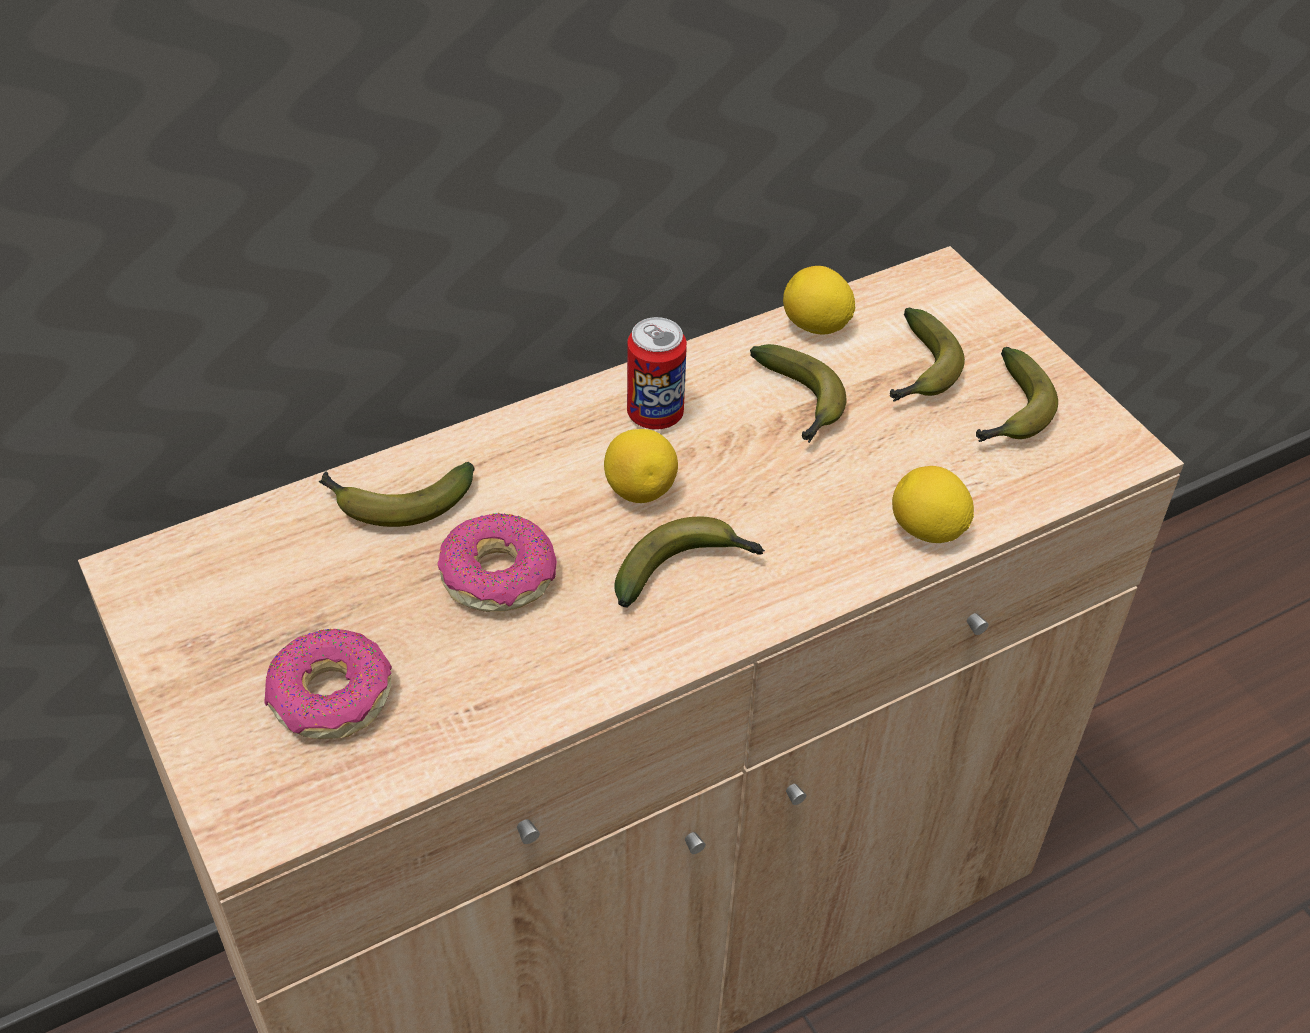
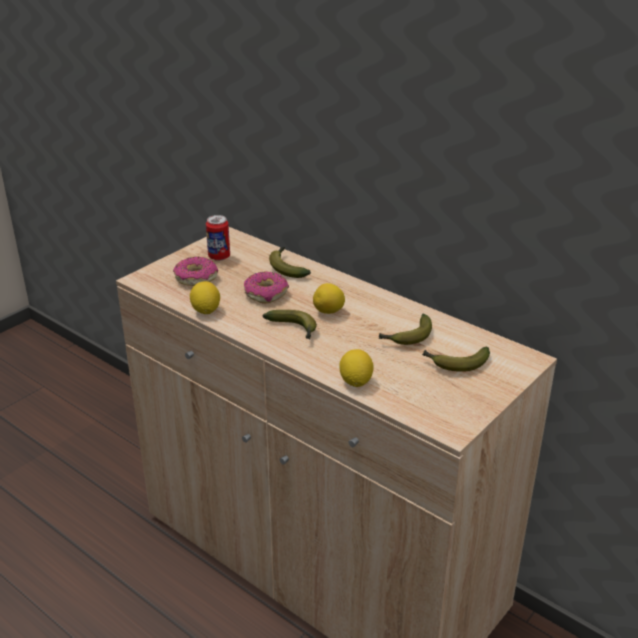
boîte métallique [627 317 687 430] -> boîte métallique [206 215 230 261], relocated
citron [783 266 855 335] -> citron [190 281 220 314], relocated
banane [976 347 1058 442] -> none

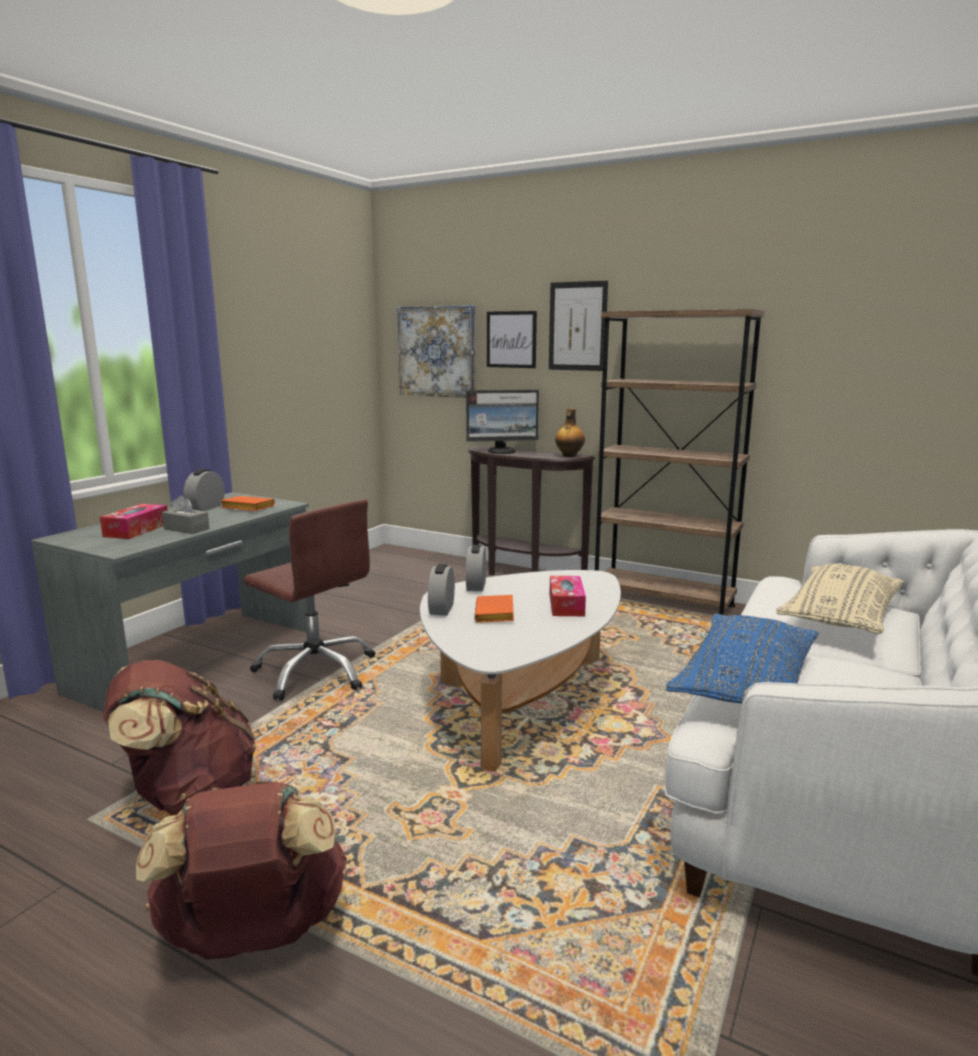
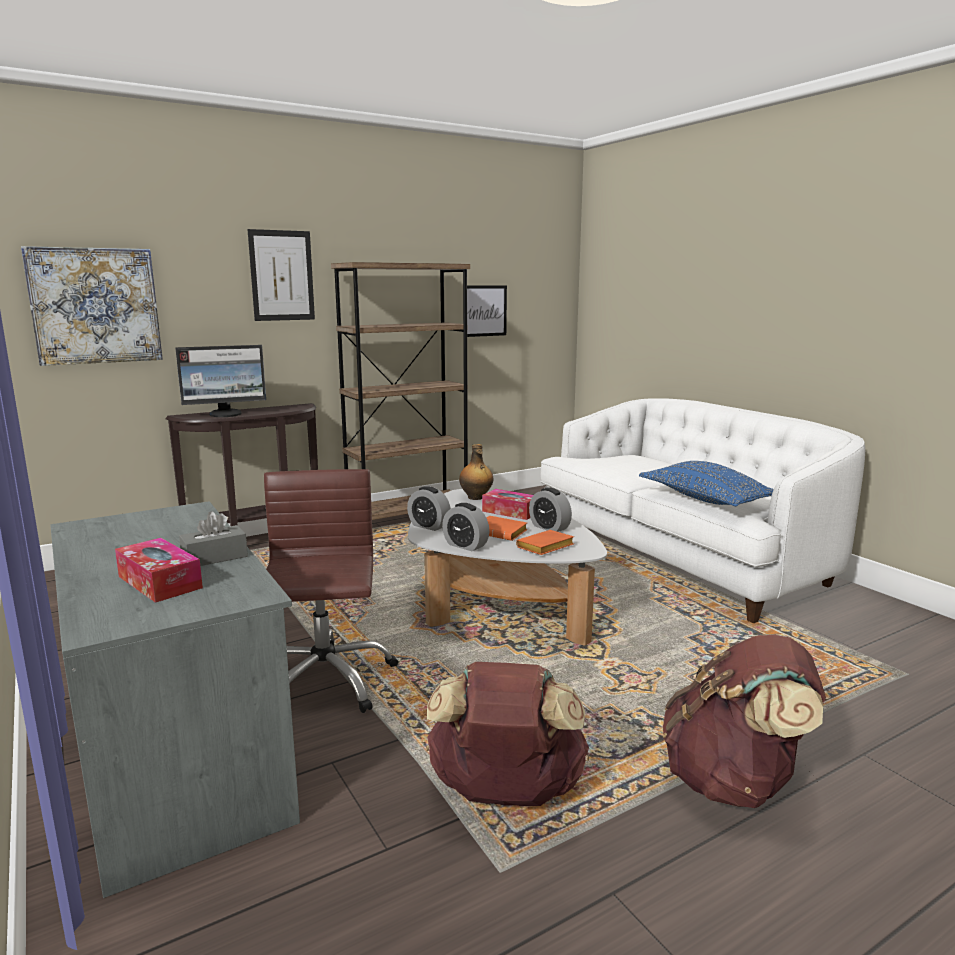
réveil [183 469 225 511] -> réveil [529 487 572 532], relocated
livre [orange] [220 496 275 511] -> livre [orange] [516 530 574 555], relocated
chaise de bureau [marron] [243 499 375 701] -> chaise de bureau [marron] [264 469 398 713], 75 degrees counterclockwise
écran d'ordinateur [466 390 539 454] -> écran d'ordinateur [175 345 266 417], 45 degrees clockwise
tableau [487 311 537 368] -> tableau [467 286 507 337], relocated
bouteille [555 408 585 457] -> bouteille [459 444 493 500], relocated
coussin [beige] [776 564 904 634] -> none

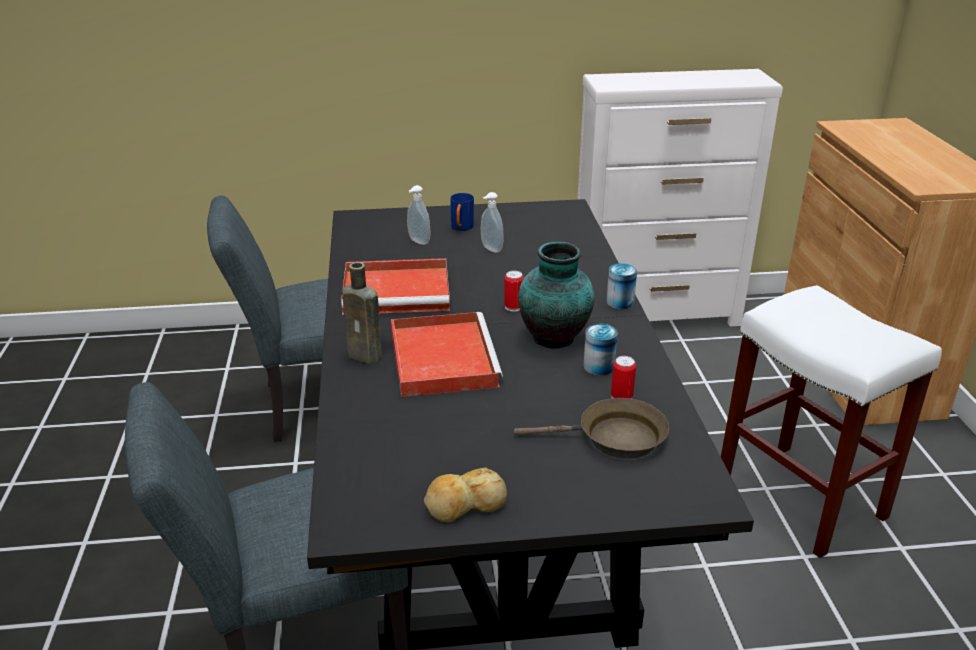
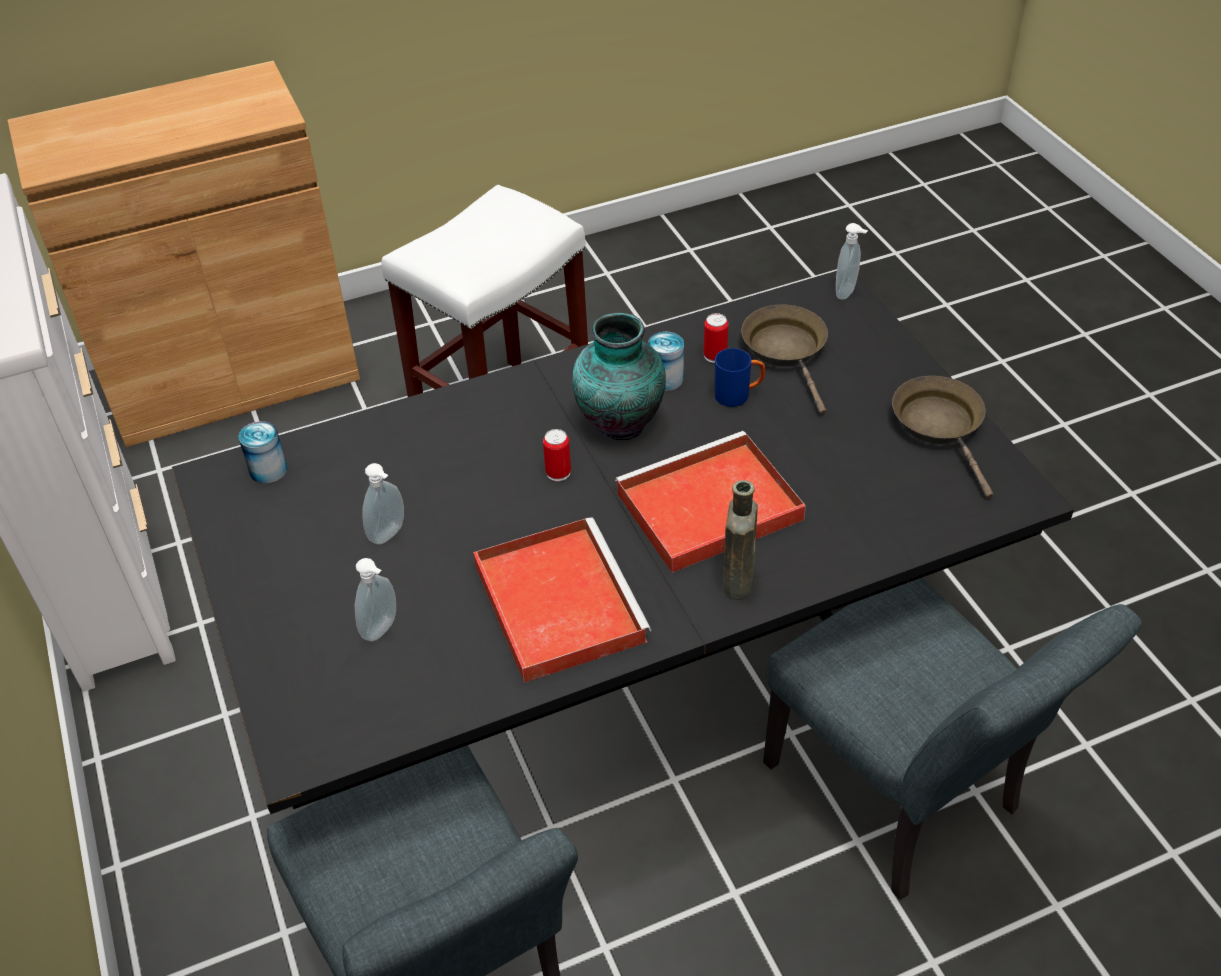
pain [424 467 507 523] -> poêle [marron] [892 376 994 498]
mug [bleu] [450 193 474 231] -> mug [bleu] [714 348 765 407], relocated
boîte métallique [606 263 637 309] -> boîte métallique [238 421 287 484], relocated
none -> distributeur de savon [836 223 868 300]

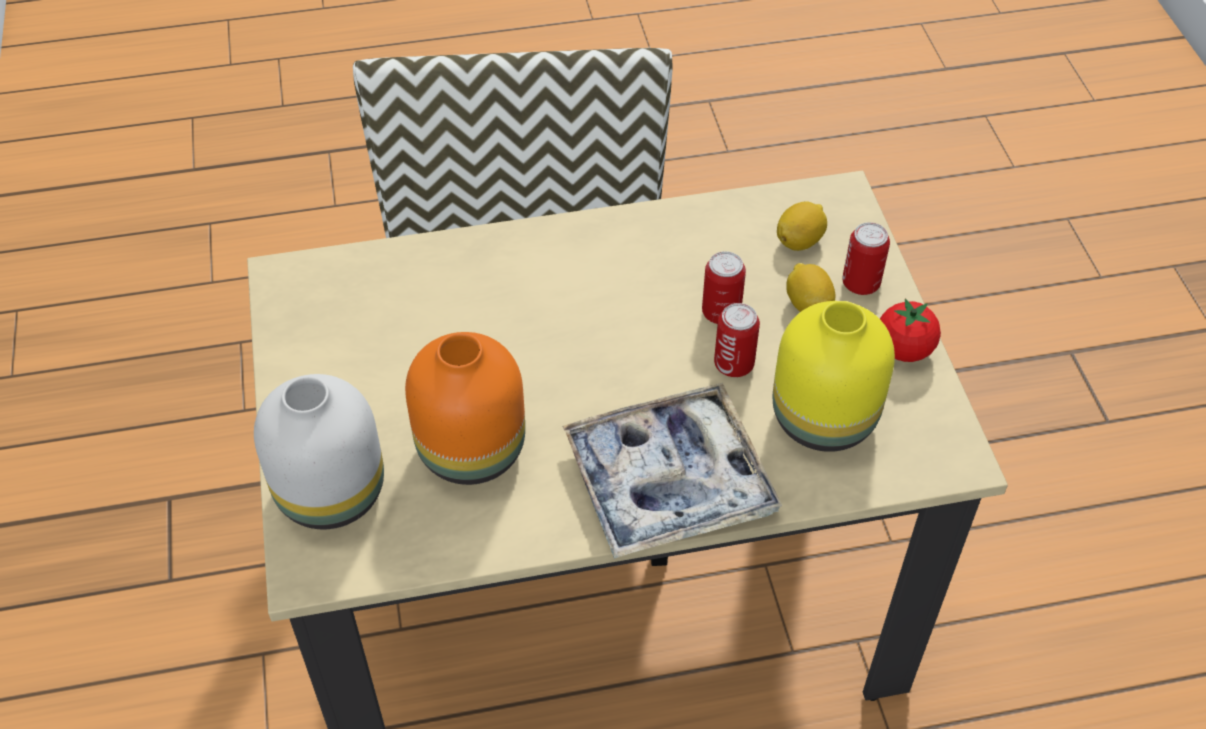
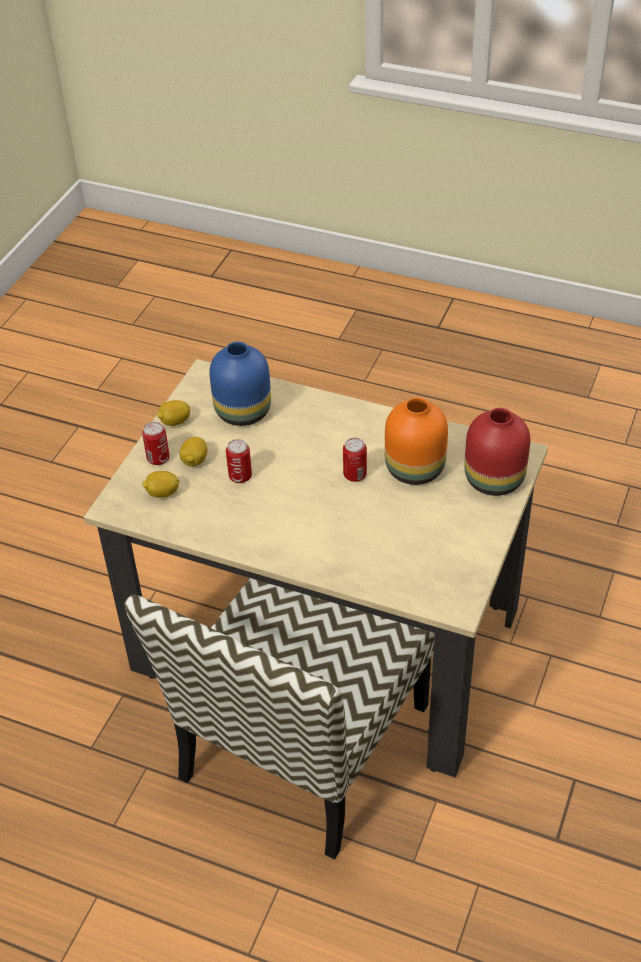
vase [blanc] [254 374 384 529] -> vase [rouge] [464 408 530 496]
plateau [562 383 782 559] -> none
boîte métallique [714 303 760 377] -> boîte métallique [343 438 367 482], relocated
vase [jaune] [773 301 895 452] -> vase [bleu] [209 342 271 426]
tomate [880 299 941 362] -> citron [157 400 190 426]

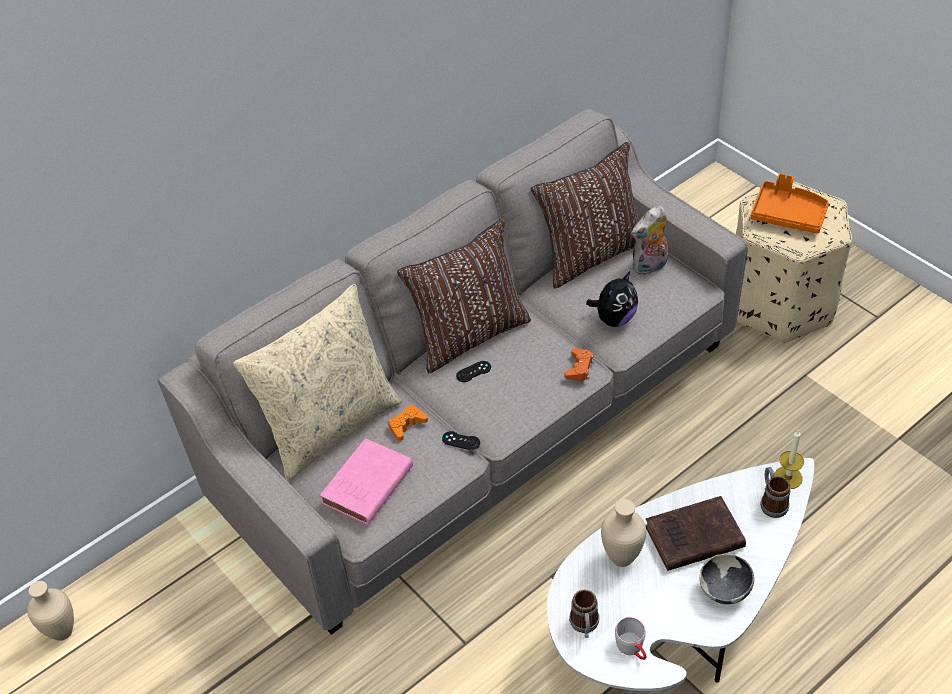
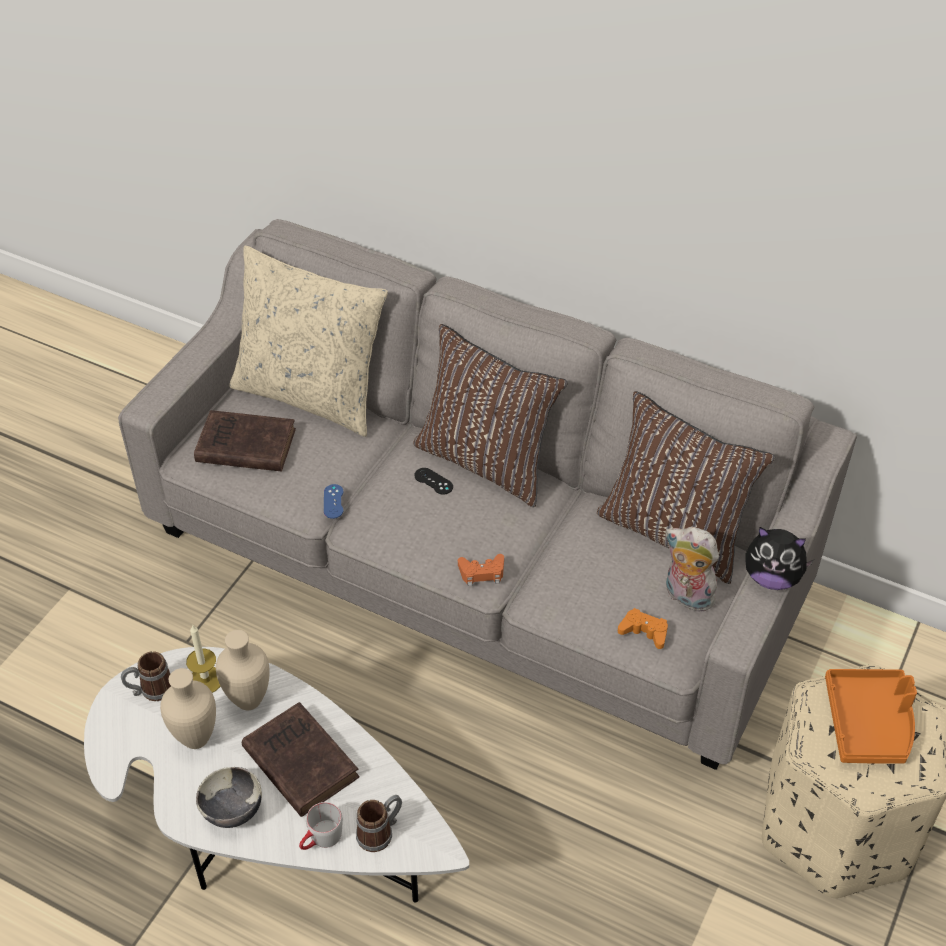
vase [beige] [27 581 74 641] -> vase [beige] [160 668 216 749], relocated
livre [rose] [319 438 413 525] -> livre [marron] [194 410 296 472]
manette [orange] [388 405 428 441] -> manette [orange] [618 608 668 649], relocated
manette [noir] [442 431 480 450] -> manette [bleu] [324 484 343 519]
peluche [586 271 638 327] -> peluche [745 527 814 590], relocated
mug [gris] [615 617 647 660] -> mug [gris] [299 802 343 850], relocated
bougie [774 430 804 489] -> bougie [186 624 220 693], relocated

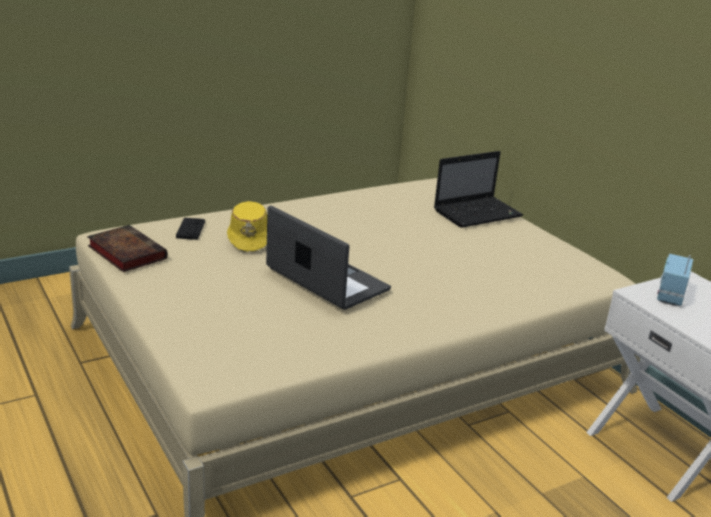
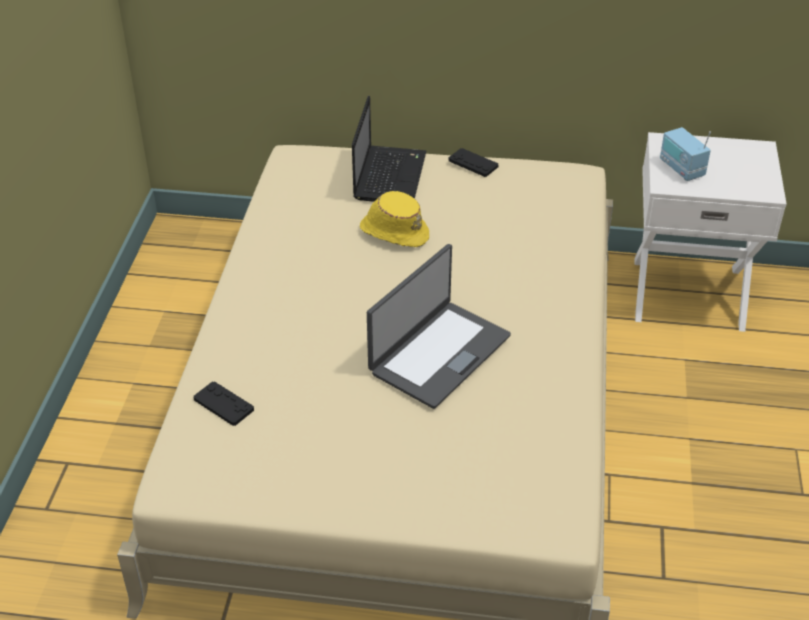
livre [87 225 168 272] -> none
chapeau [jaune] [227 201 267 252] -> chapeau [jaune] [360 191 429 247], relocated
ordinateur portable [266 206 391 310] -> ordinateur portable [367 244 511 409], 135 degrees clockwise
none -> manette [noir] [448 148 499 177]

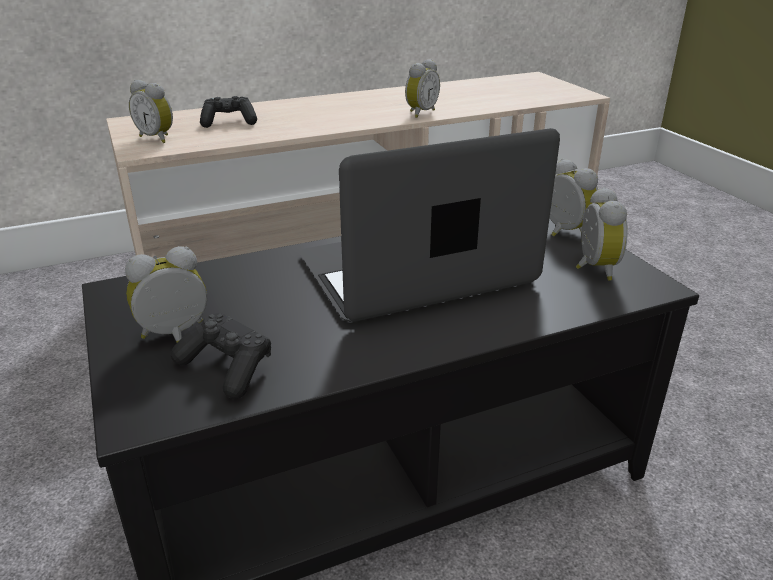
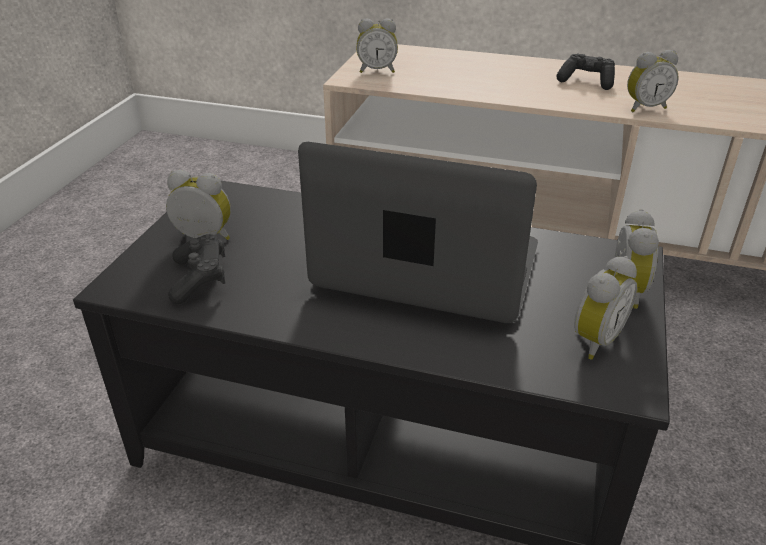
réveil [129 80 173 143] -> réveil [356 18 398 73], 75 degrees counterclockwise
manette [noir] [200 96 257 128] -> manette [noir] [557 54 615 90], relocated

